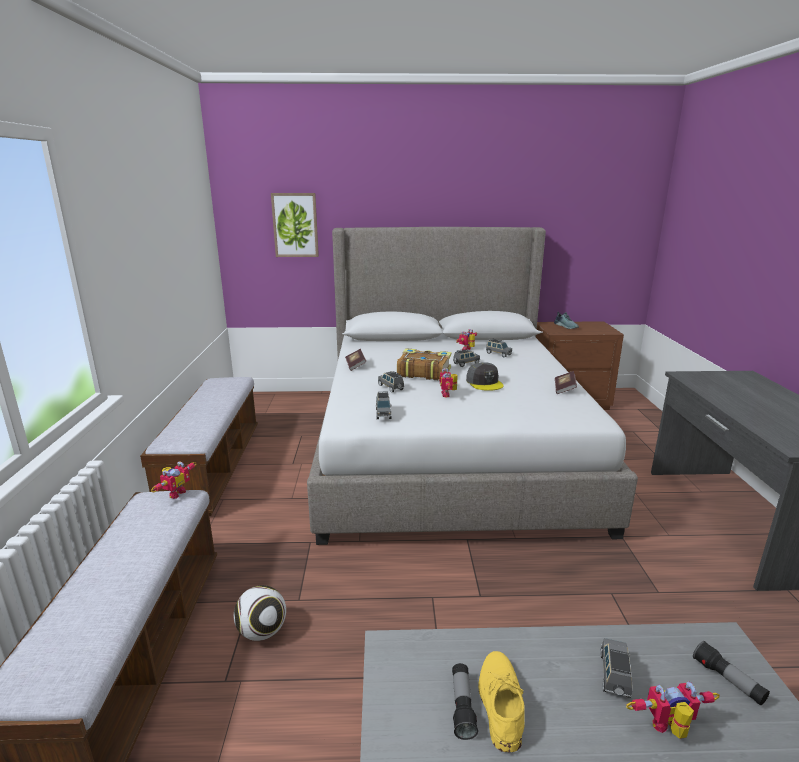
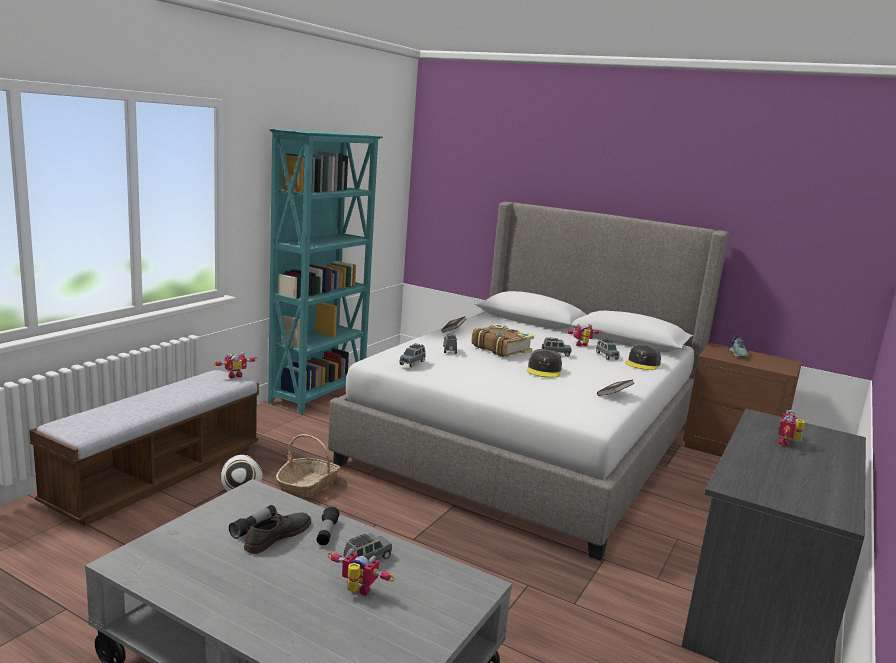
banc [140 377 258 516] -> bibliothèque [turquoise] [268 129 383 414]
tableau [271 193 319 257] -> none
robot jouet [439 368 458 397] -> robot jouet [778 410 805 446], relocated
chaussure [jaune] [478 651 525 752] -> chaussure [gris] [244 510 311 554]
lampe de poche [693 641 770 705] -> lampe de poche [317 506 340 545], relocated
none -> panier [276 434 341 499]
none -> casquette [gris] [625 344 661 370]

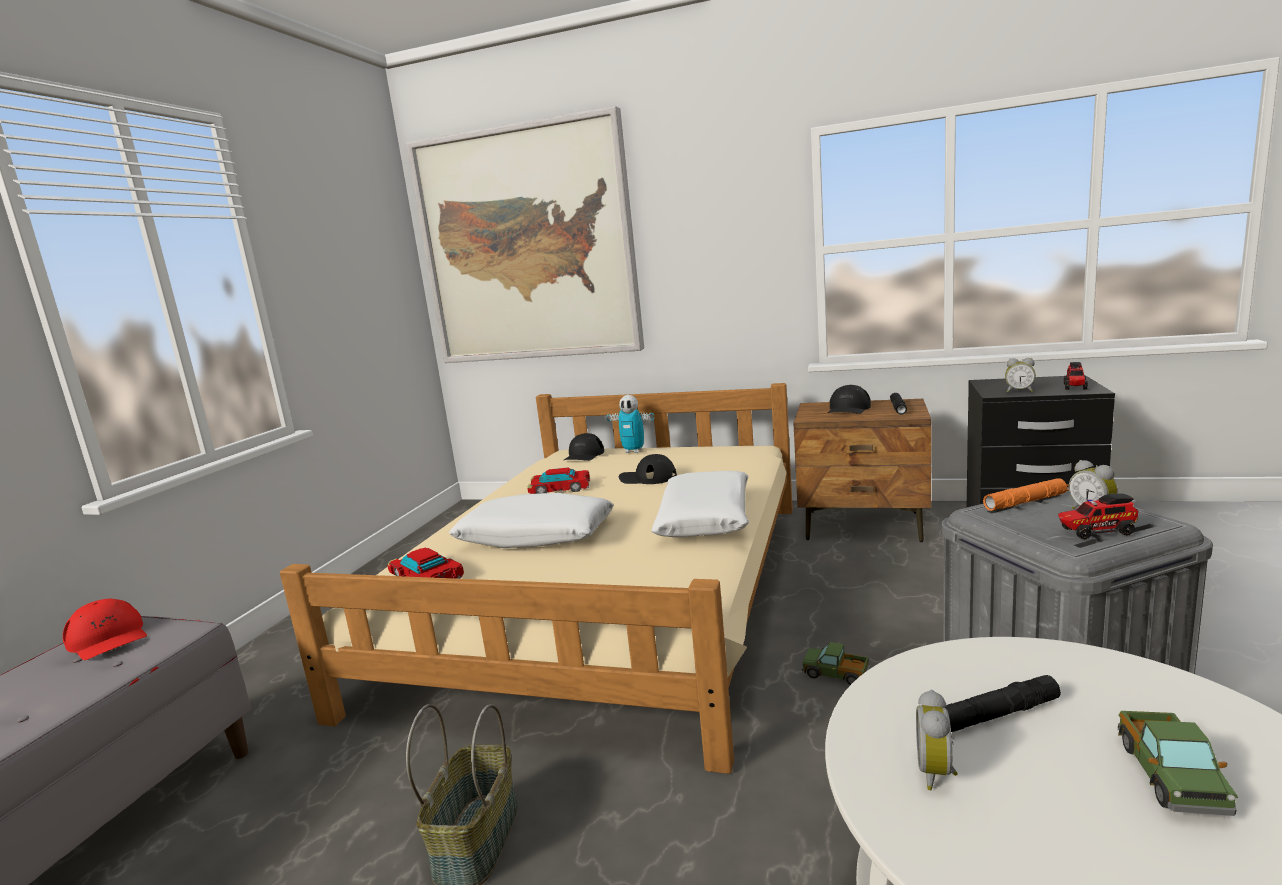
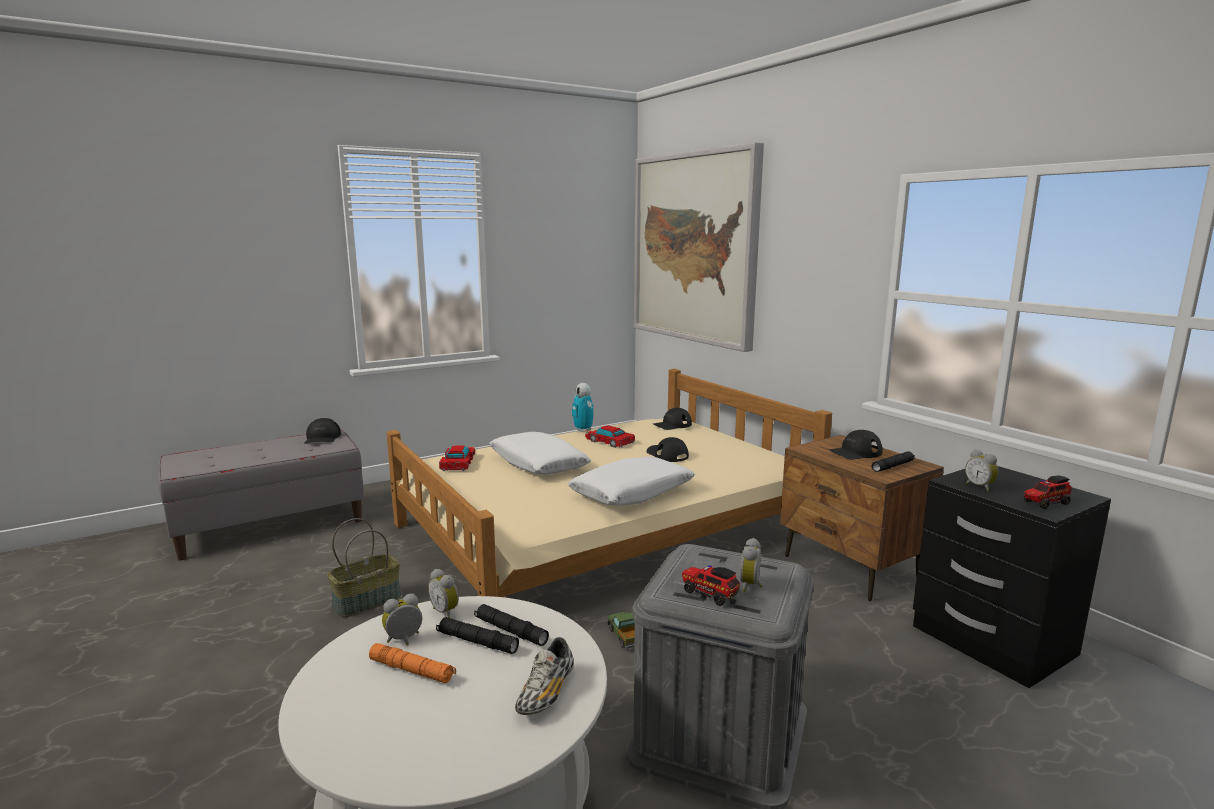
casquette [rouge] [63 598 147 660] -> casquette [noir] [304 418 341 443]
robot jouet [607 395 654 453] -> robot jouet [572 383 594 432], relocated
lampe de poche [orange] [983 478 1069 511] -> lampe de poche [orange] [369 643 456 683], relocated
camion jouet [1118 711 1238 816] -> none
none -> réveil [428 569 459 618]
none -> lampe de poche [noir] [474 604 549 646]
none -> chaussure [515 637 574 715]

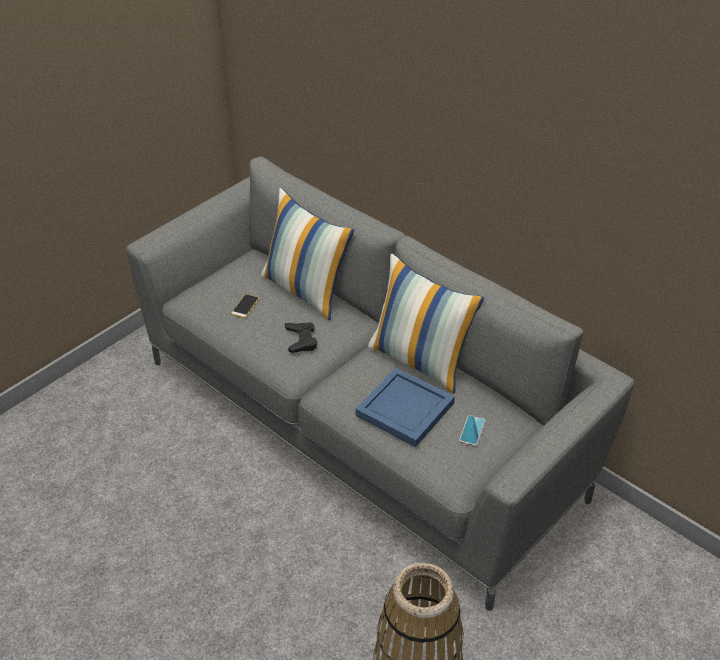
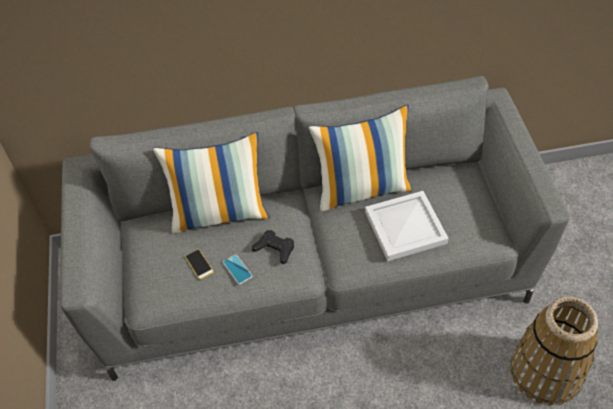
plateau [bleu] [356 368 455 447] -> plateau [blanc] [365 191 449 261]
téléphone [459 415 486 446] -> téléphone [223 254 253 285], relocated

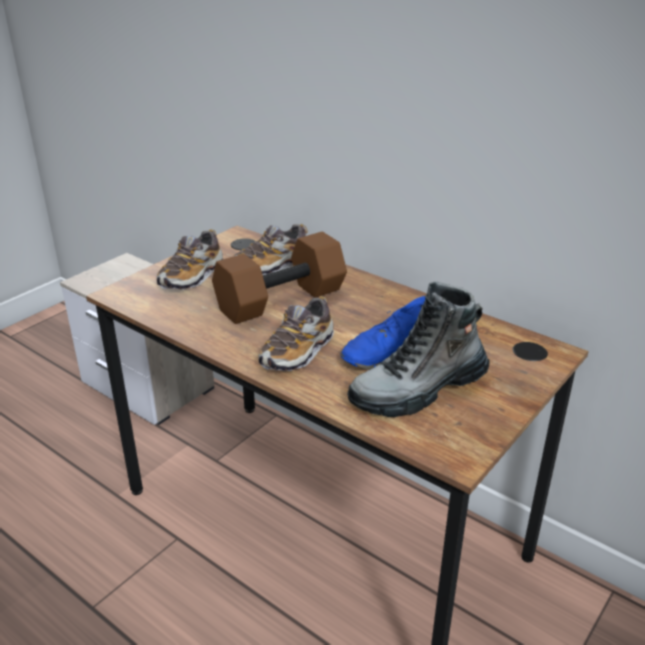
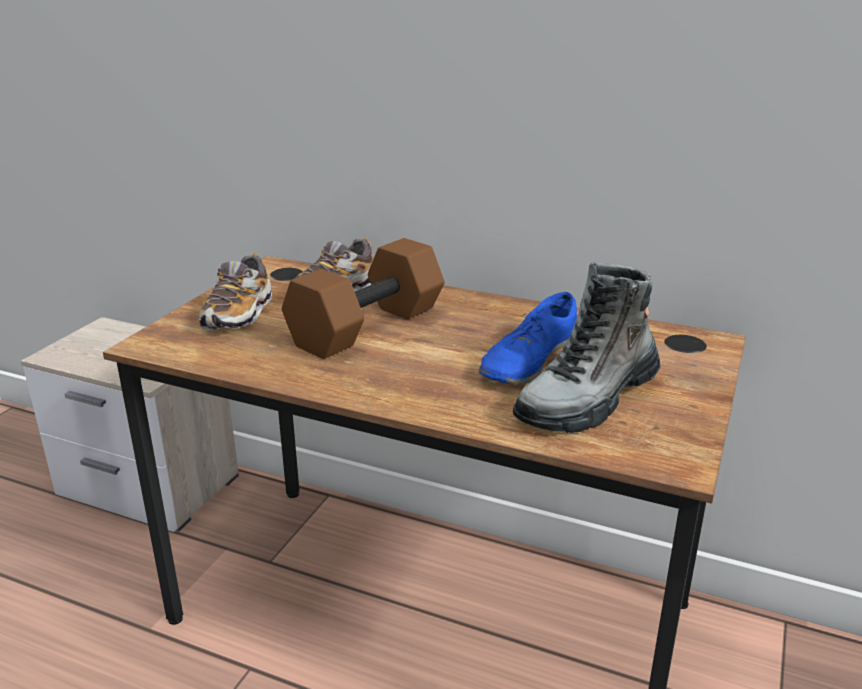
chaussure [259 296 334 371] -> none

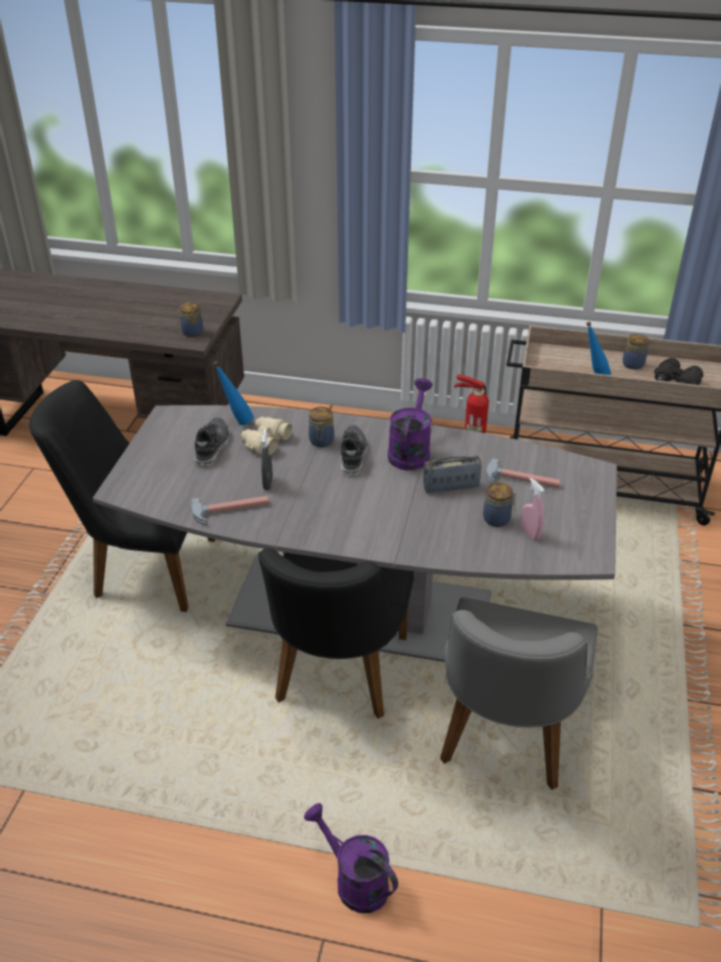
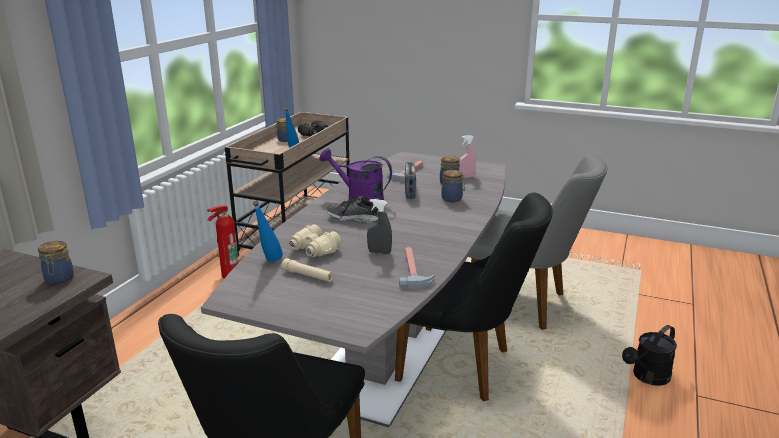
chaussure [194 417 230 467] -> lampe de poche [beige] [281 258 333 282]
arrosoir [violet] [304 803 398 913] -> arrosoir [noir] [622 325 677 386]
bocal [309 407 334 447] -> bocal [441 170 465 202], relocated

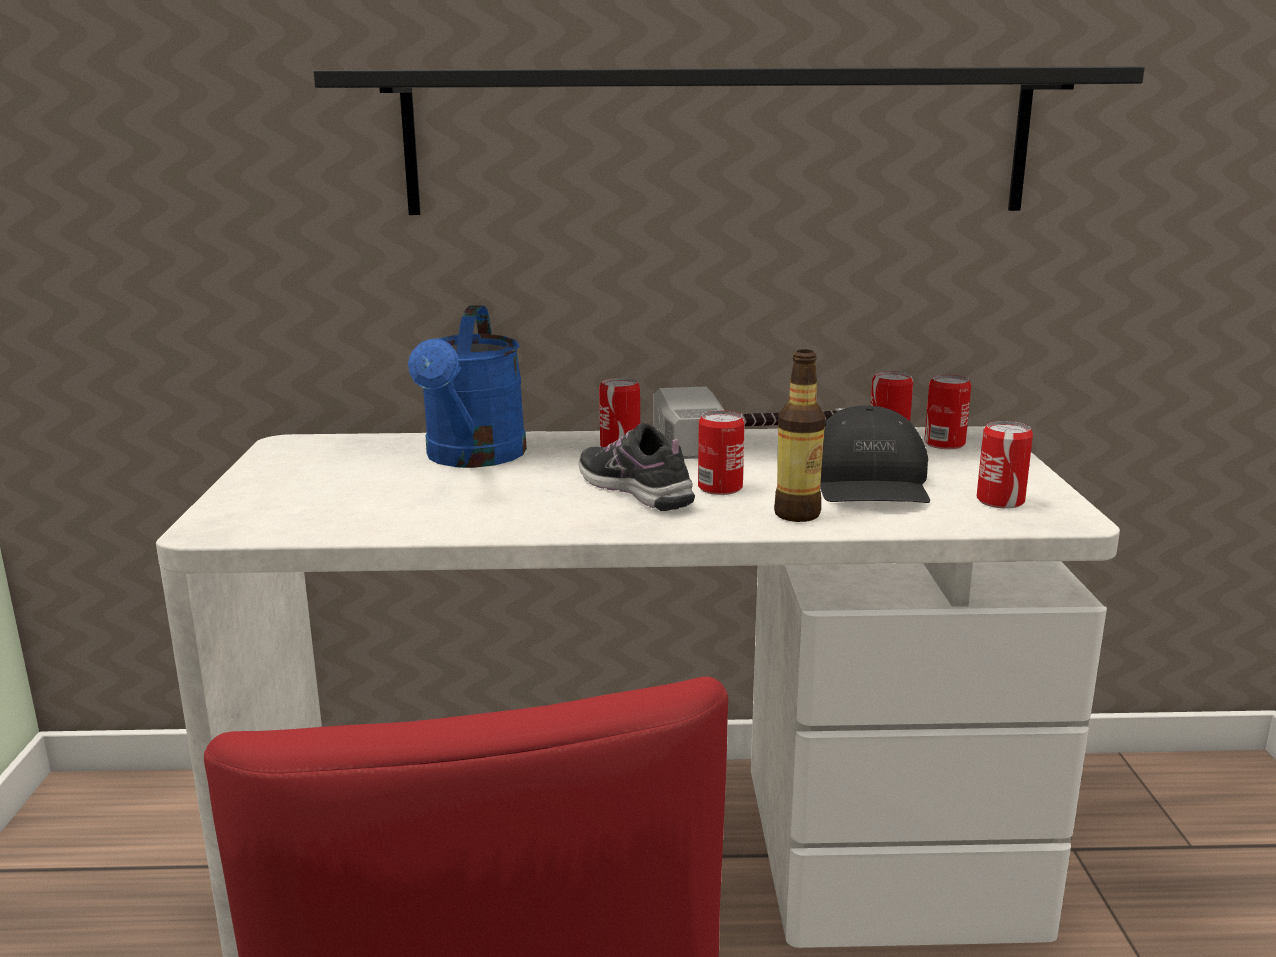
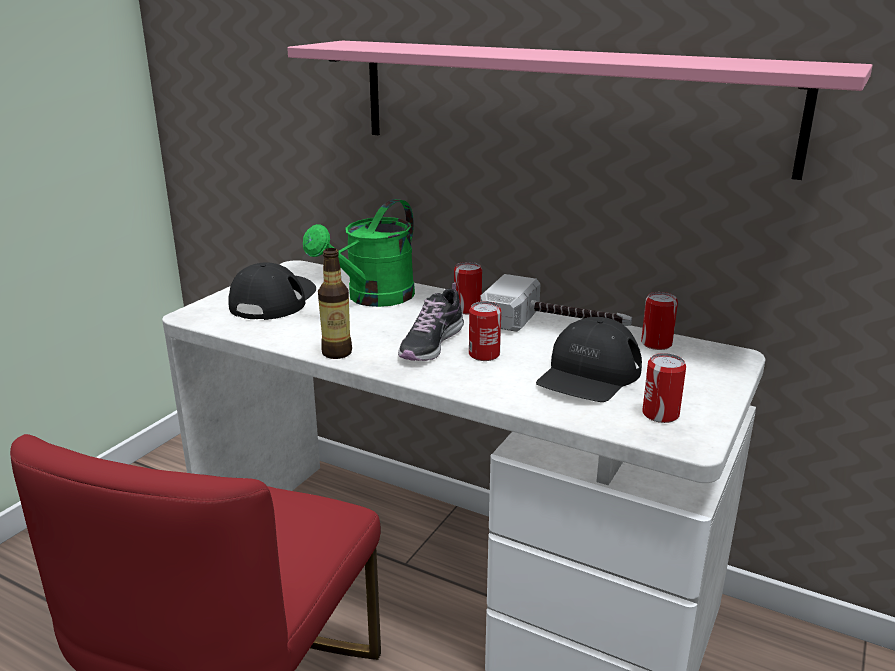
étagère [noir] [313 66 1145 215] -> étagère [rose] [287 41 873 180]
arrosoir [bleu] [408 305 527 468] -> arrosoir [vert] [303 199 415 307]
chaussure [578 423 695 511] -> chaussure [398 283 464 361], 150 degrees counterclockwise
bouteille [774 349 825 522] -> bouteille [318 248 352 359], relocated
boîte métallique [924 375 971 449] -> none
none -> casquette [noir] [228 262 316 320]

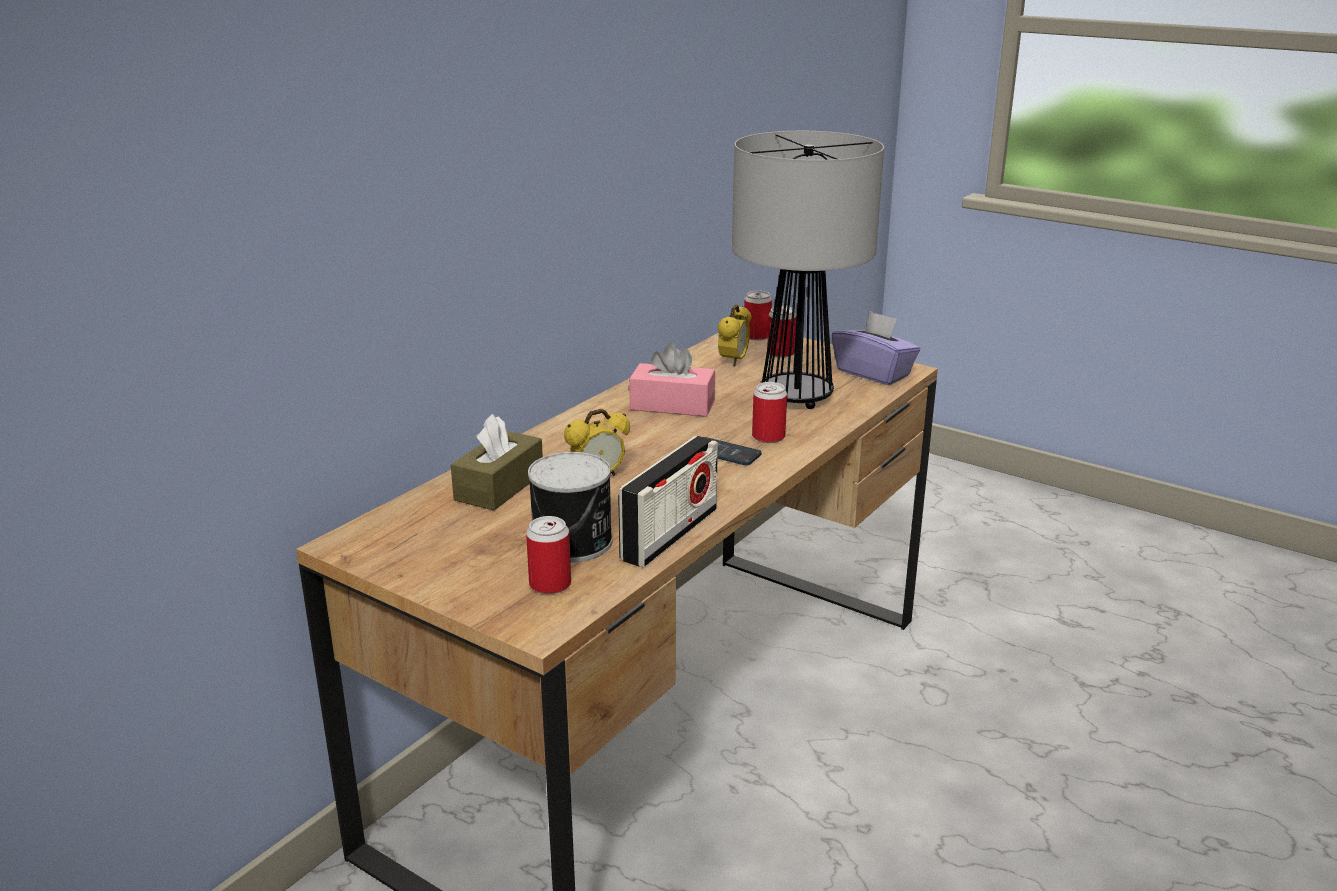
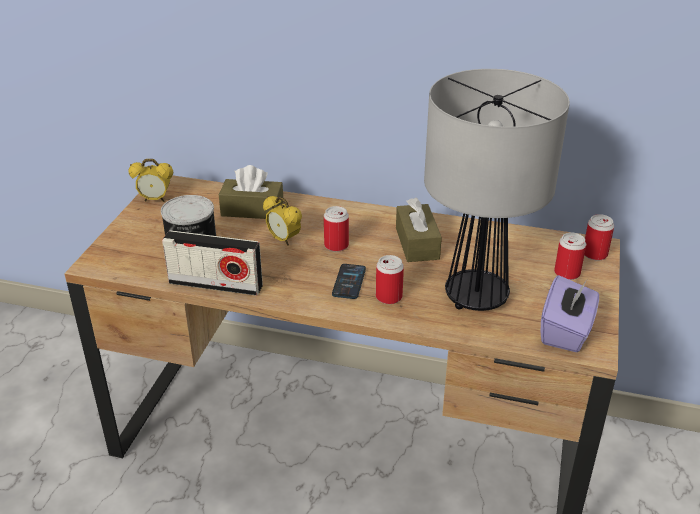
boîte métallique [526 516 571 594] -> boîte métallique [324 206 349 252], relocated
boîte à mouchoirs [rose] [629 343 715 417] -> boîte à mouchoirs [marron] [396 198 442 262]
réveil [718 304 751 366] -> réveil [128 159 173 202], relocated

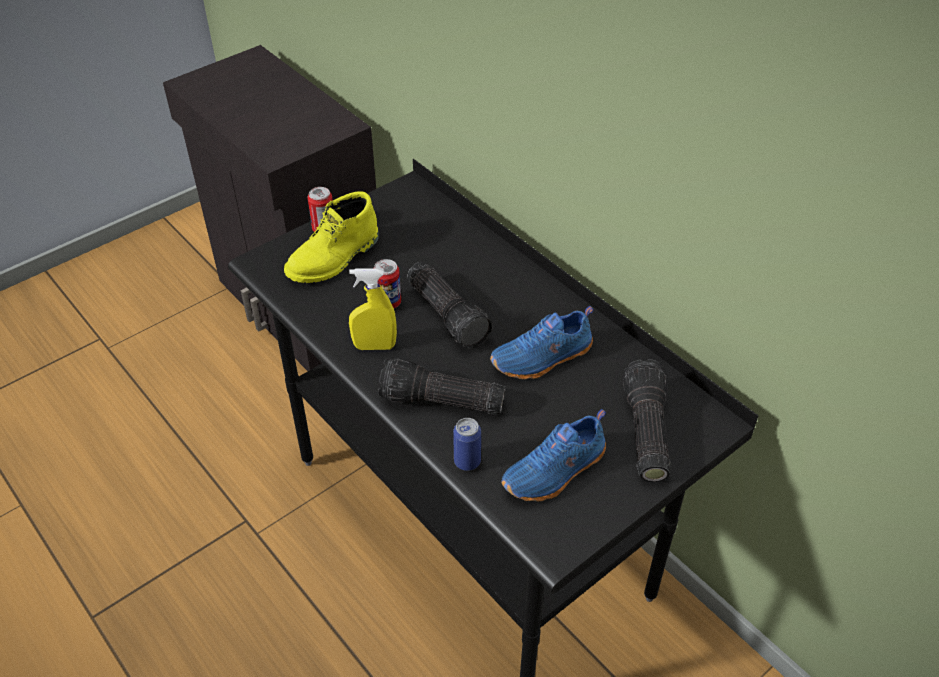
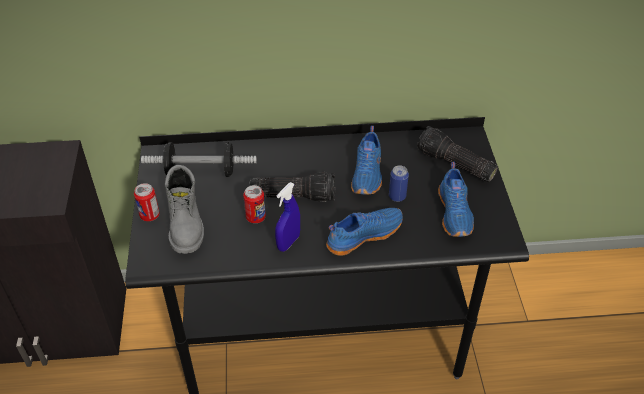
botte [jaune] [284 191 379 283] -> botte [gris] [165 165 204 254]
vaporisateur [jaune] [349 268 397 350] -> vaporisateur [bleu] [275 182 300 252]
lampe de poche [378 358 505 414] -> chaussure [bleu] [326 208 403 256]
boîte métallique [453 418 481 471] -> boîte métallique [389 165 409 202], relocated
none -> haltère [141 142 257 177]

